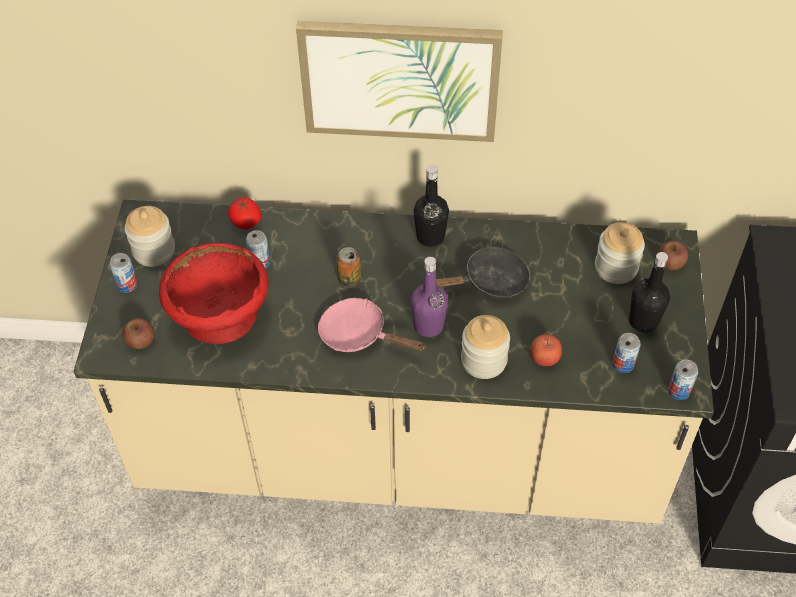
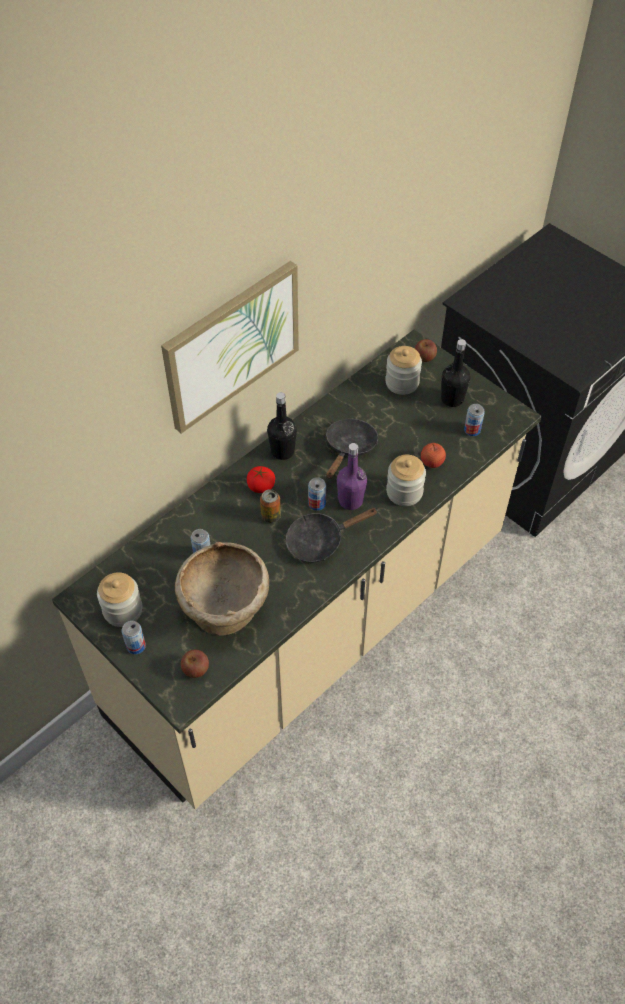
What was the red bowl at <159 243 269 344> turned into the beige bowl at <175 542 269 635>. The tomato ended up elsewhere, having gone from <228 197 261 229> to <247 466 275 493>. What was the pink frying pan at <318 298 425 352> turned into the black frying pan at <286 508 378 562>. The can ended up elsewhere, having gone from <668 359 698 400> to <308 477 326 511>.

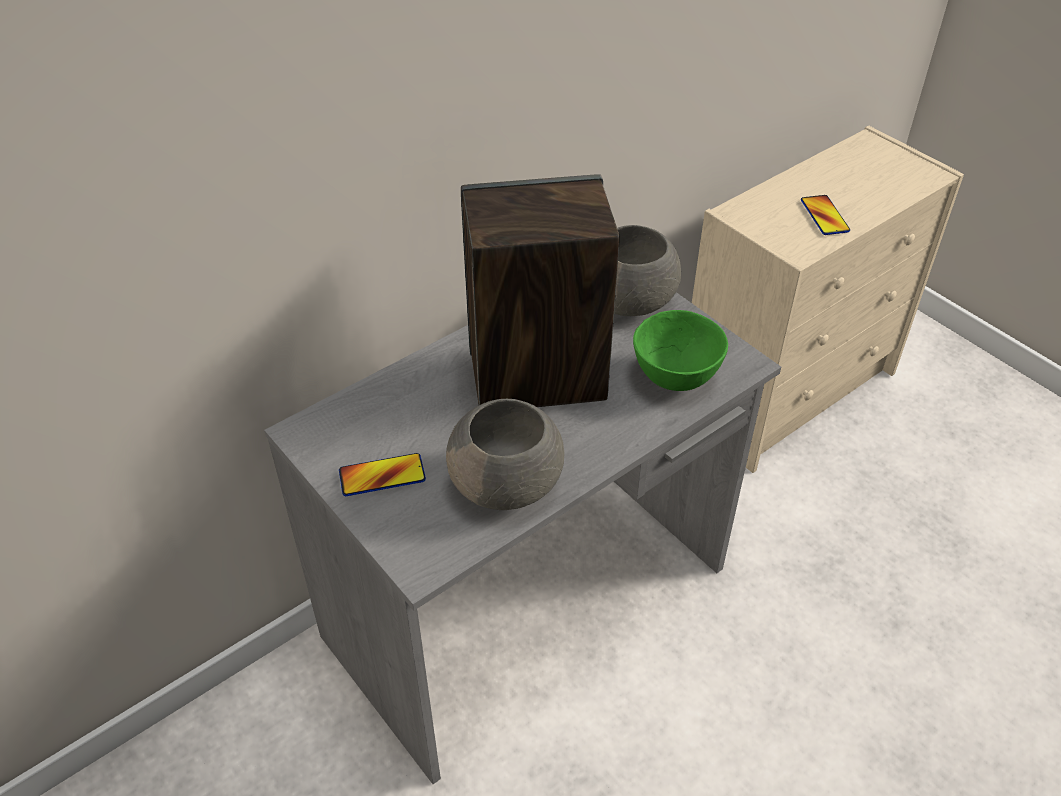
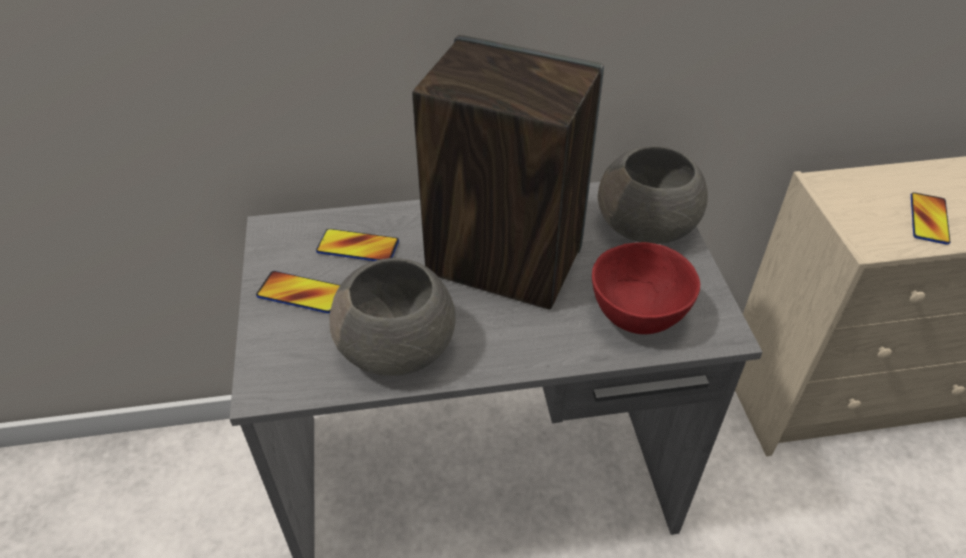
What was the green bowl at <633 310 728 391> turned into the red bowl at <592 242 700 334>. The second view gained the phone at <316 229 399 261>.

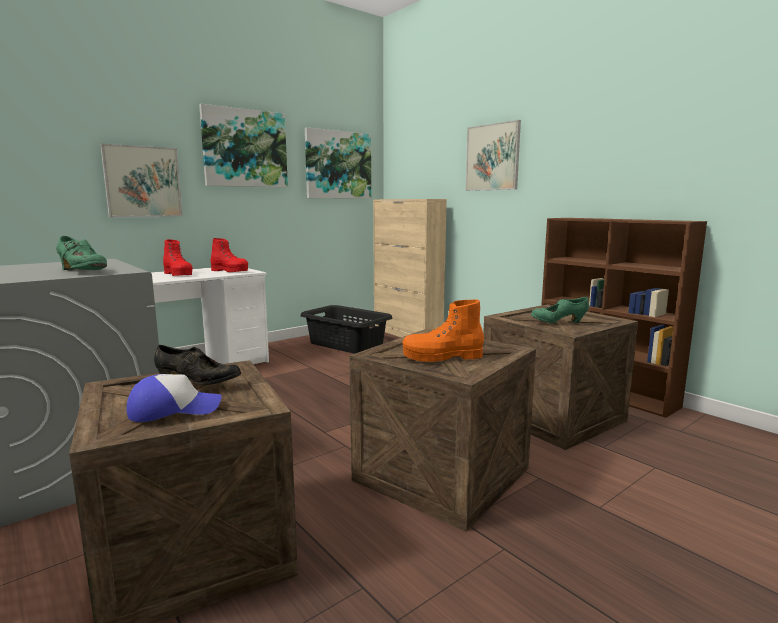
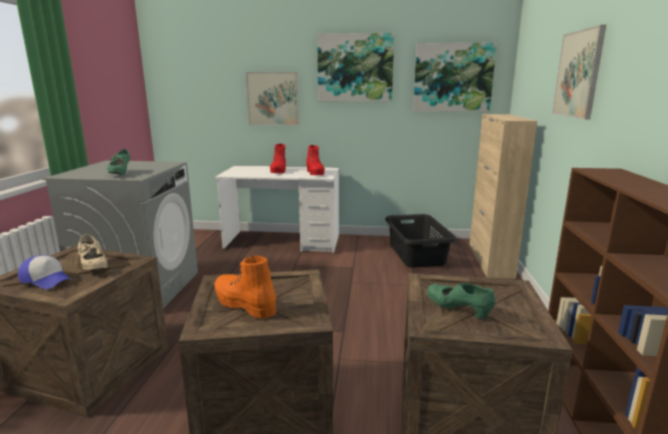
What was the black shoe at <154 345 241 385> turned into the beige shoe at <78 234 108 270>.

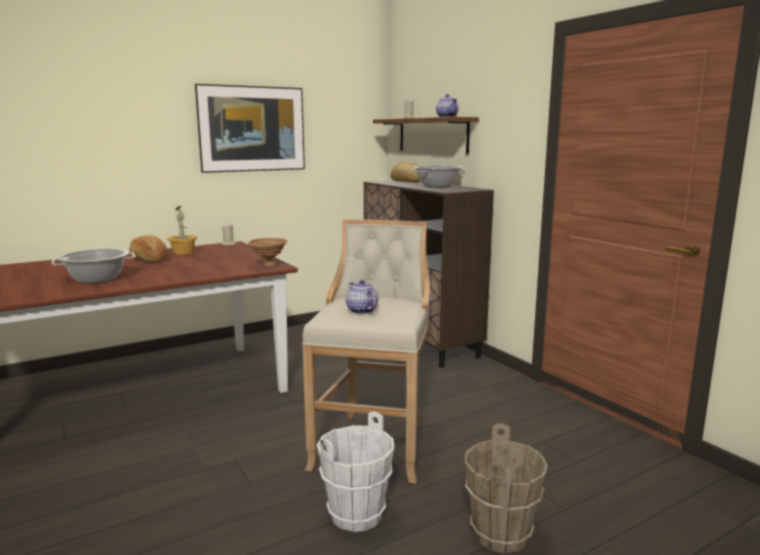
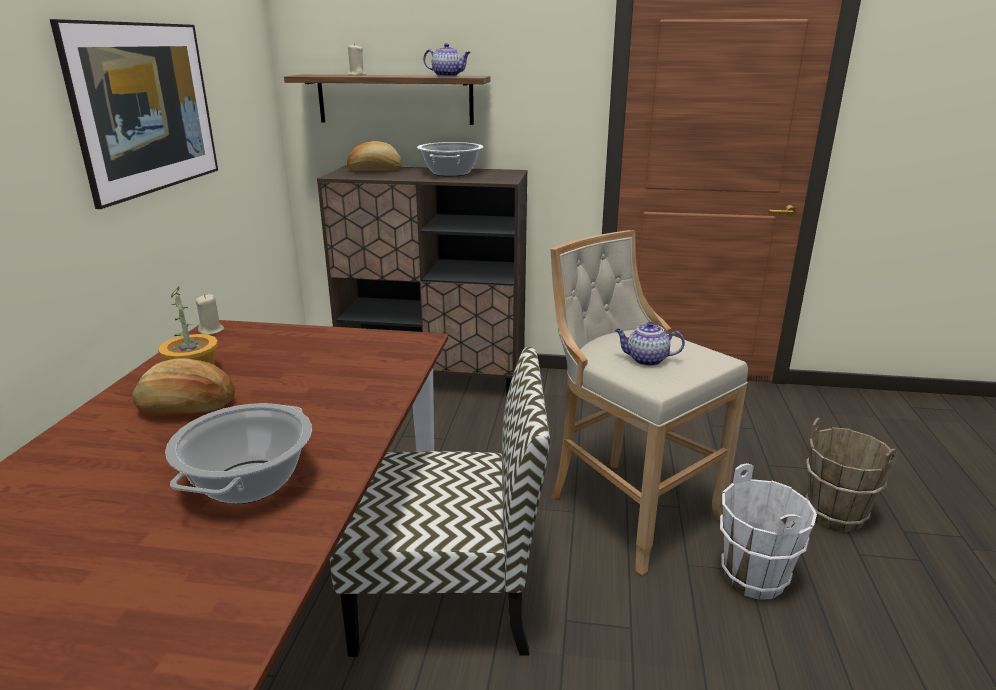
The second view lost the brown bowl at <248 238 288 267>. The second view gained the chair at <330 347 550 657>.

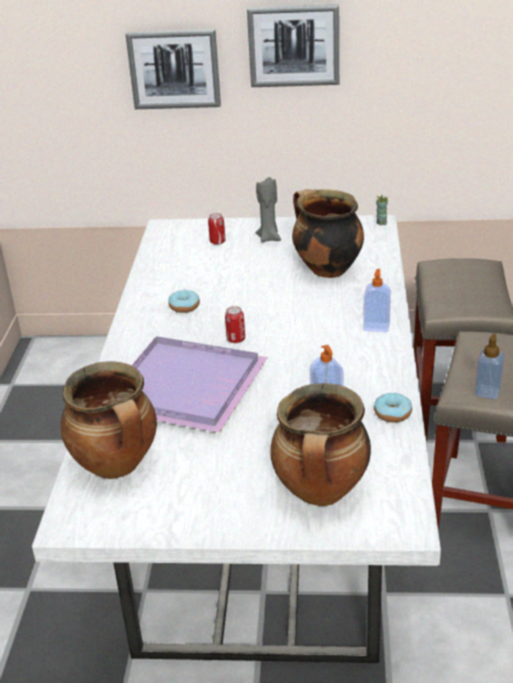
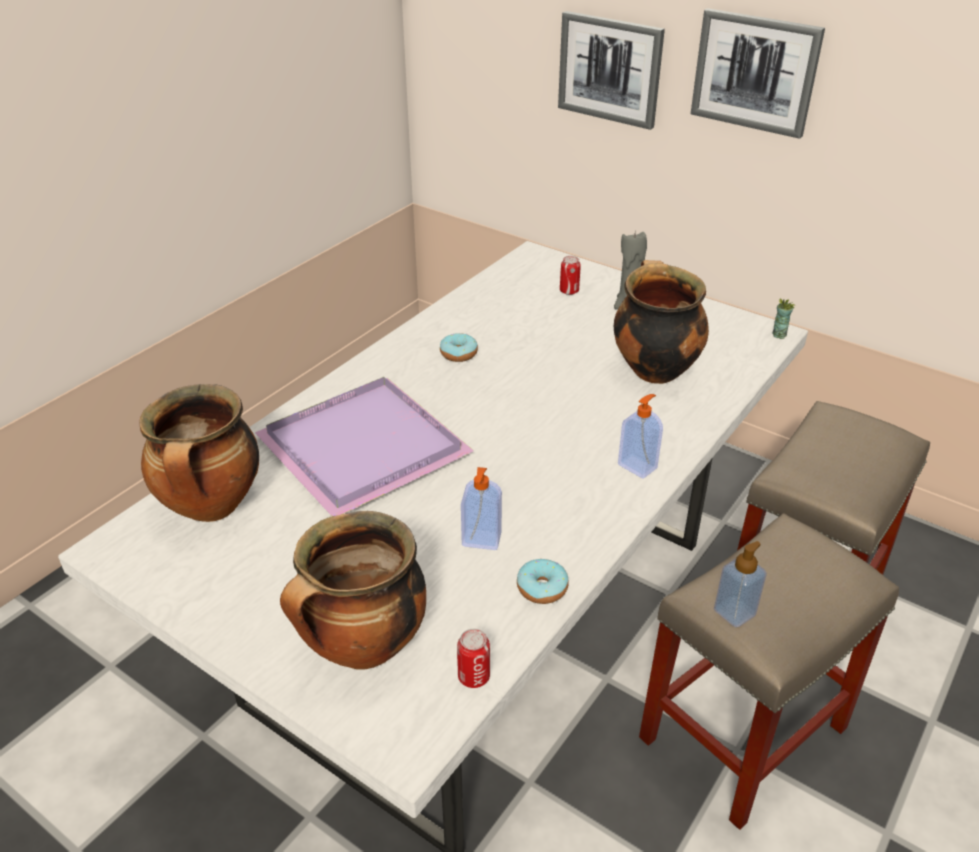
The can ended up elsewhere, having gone from <225 306 245 343> to <457 629 490 688>.

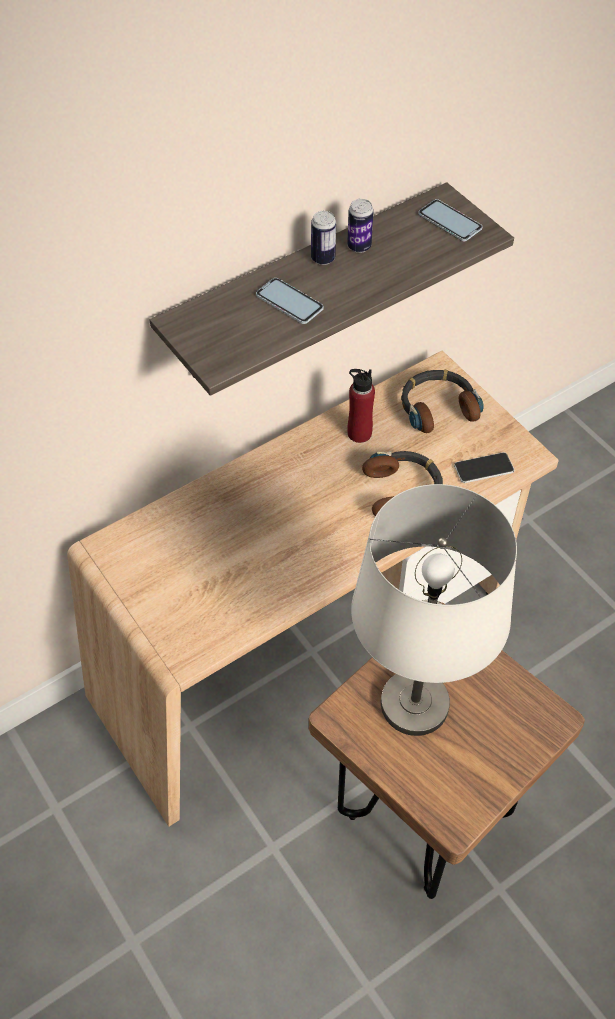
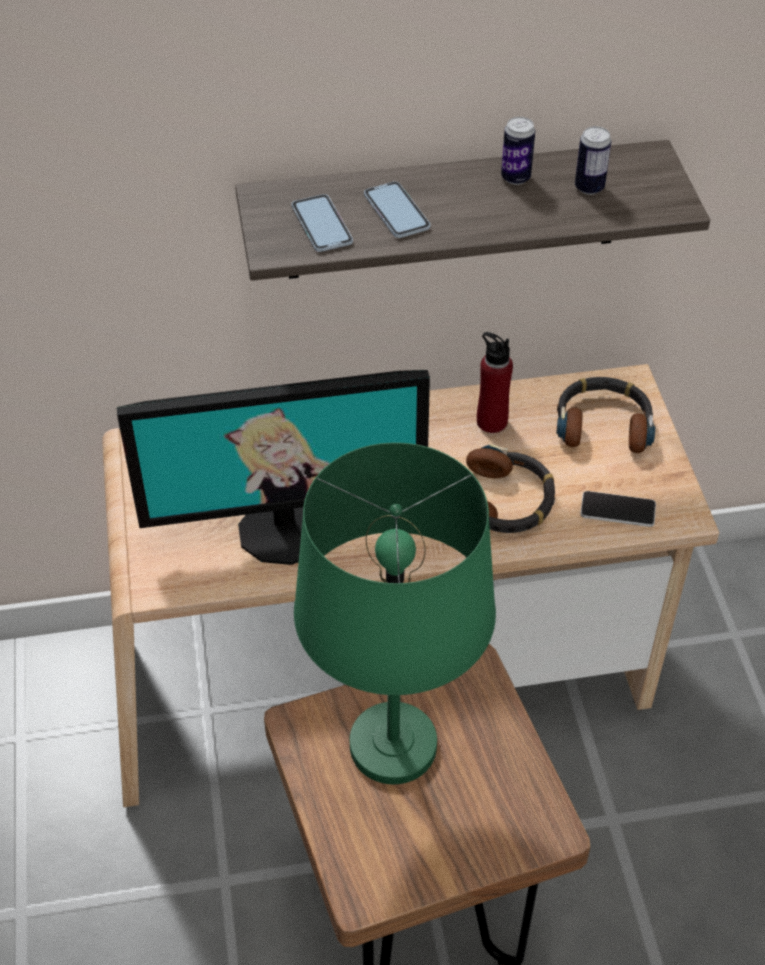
The can ended up elsewhere, having gone from <311 211 336 265> to <575 126 611 195>. What was the white table lamp at <351 484 517 736> turned into the green table lamp at <294 443 496 784>. The phone ended up elsewhere, having gone from <418 199 483 241> to <292 194 353 252>. The second view gained the monitor at <117 370 430 565>.

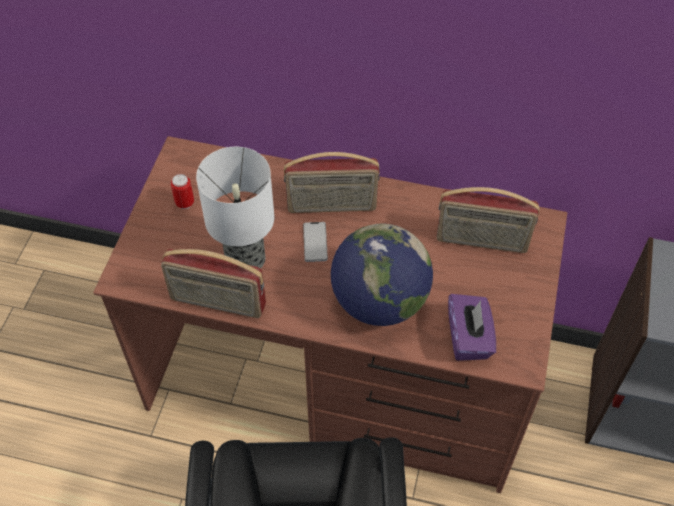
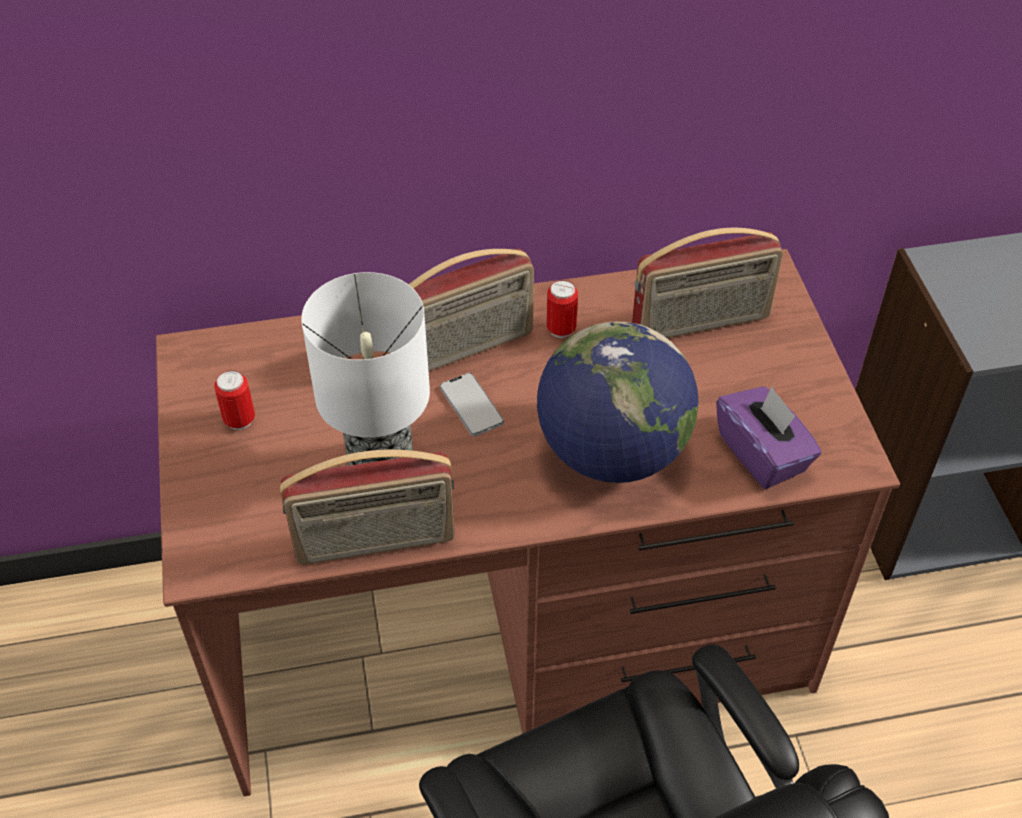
The second view gained the can at <546 280 578 338>.

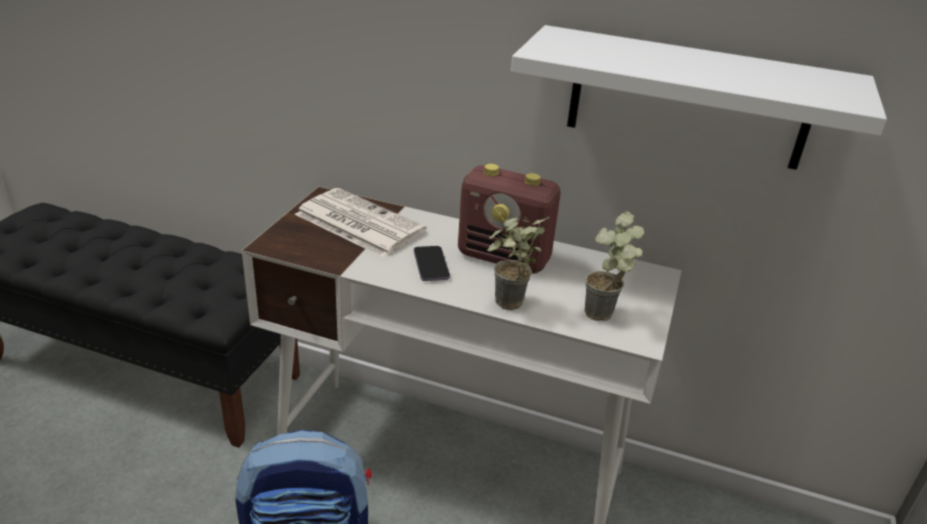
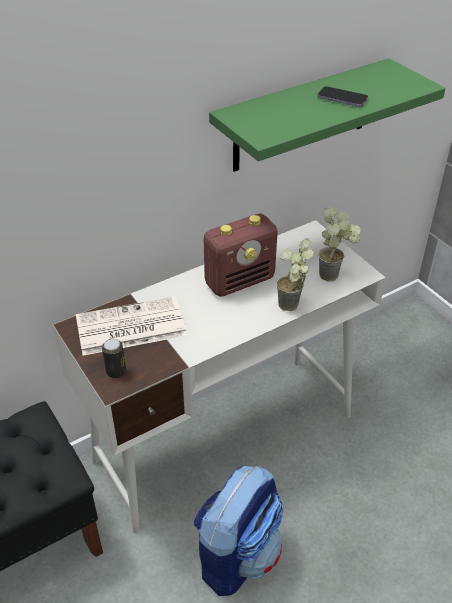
The phone ended up elsewhere, having gone from <414 246 450 281> to <317 86 368 107>. What was the white shelf at <511 25 887 170> turned into the green shelf at <209 58 446 172>. The second view gained the can at <102 339 126 378>.

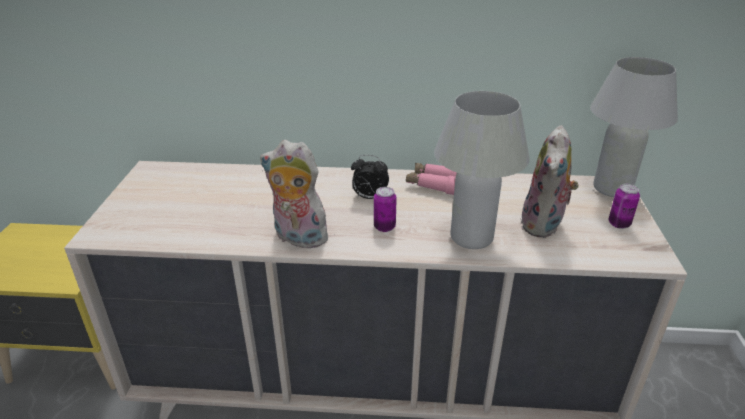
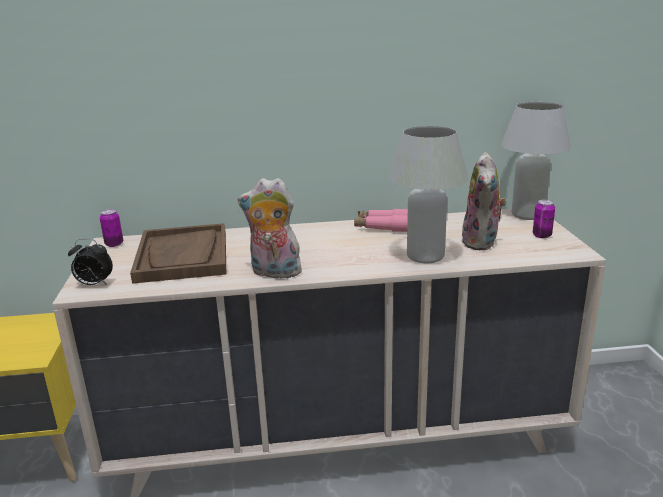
The alarm clock ended up elsewhere, having gone from <351 155 389 199> to <68 239 113 286>. The can ended up elsewhere, having gone from <374 187 397 232> to <100 209 123 247>. The second view gained the brown tray at <130 223 226 284>.

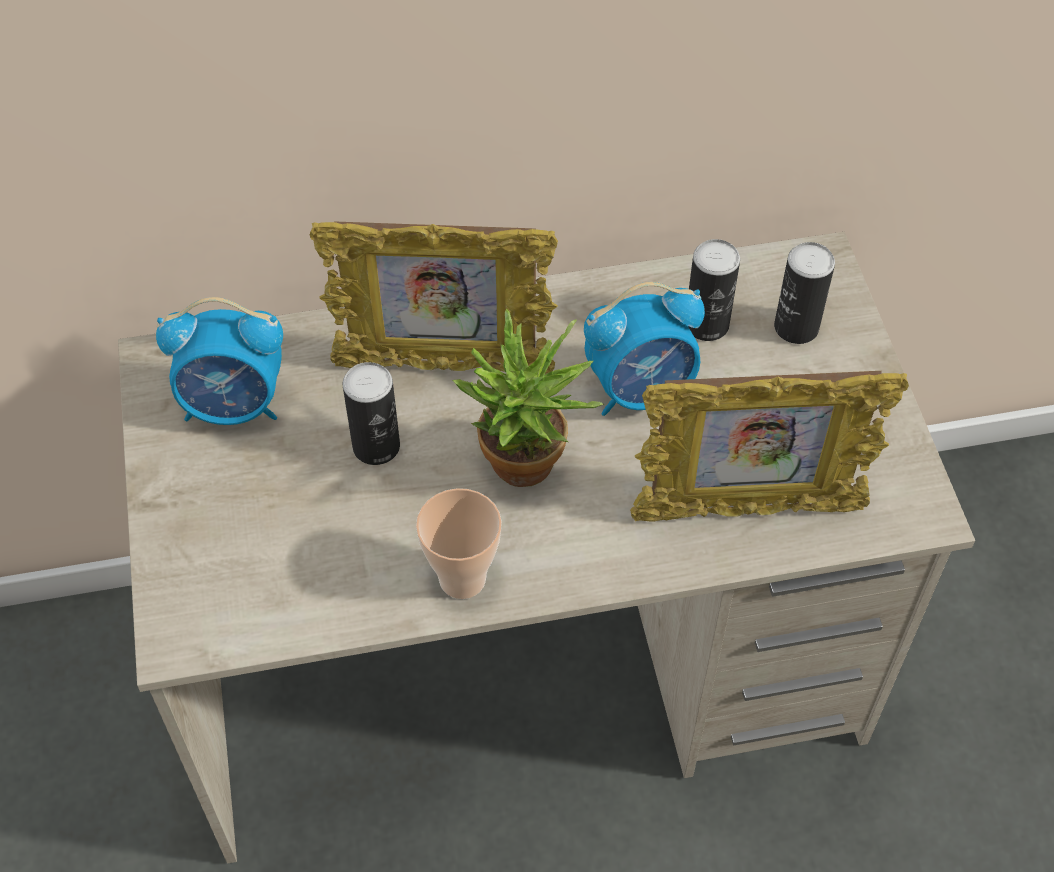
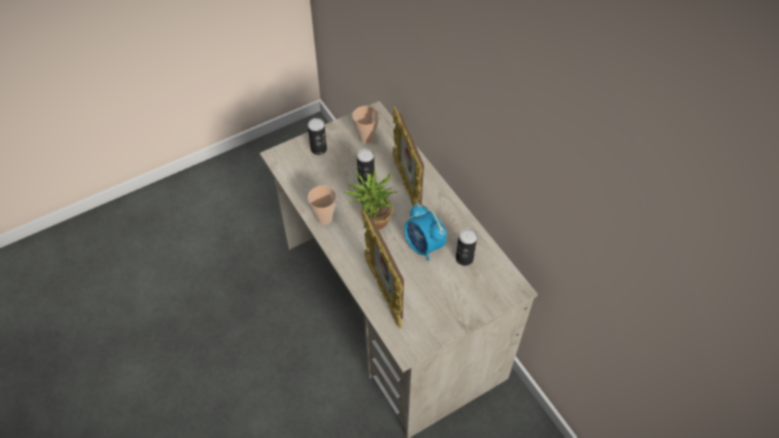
Where the alarm clock stood at <156 297 283 425>, the cup came to stand at <352 106 379 144>. The can ended up elsewhere, having gone from <774 242 835 344> to <308 118 327 155>.

